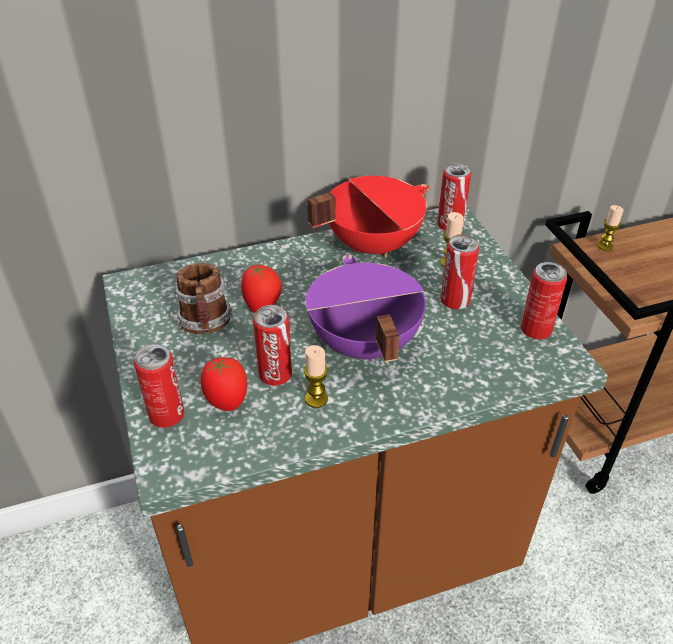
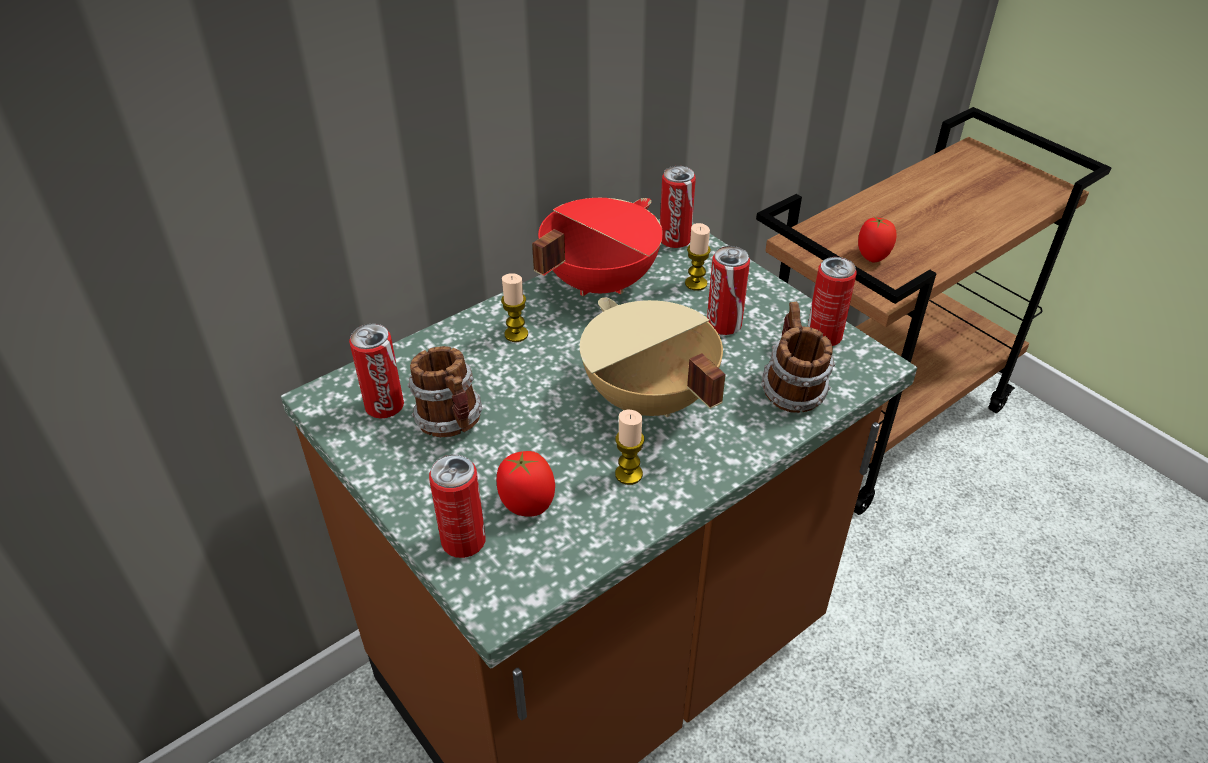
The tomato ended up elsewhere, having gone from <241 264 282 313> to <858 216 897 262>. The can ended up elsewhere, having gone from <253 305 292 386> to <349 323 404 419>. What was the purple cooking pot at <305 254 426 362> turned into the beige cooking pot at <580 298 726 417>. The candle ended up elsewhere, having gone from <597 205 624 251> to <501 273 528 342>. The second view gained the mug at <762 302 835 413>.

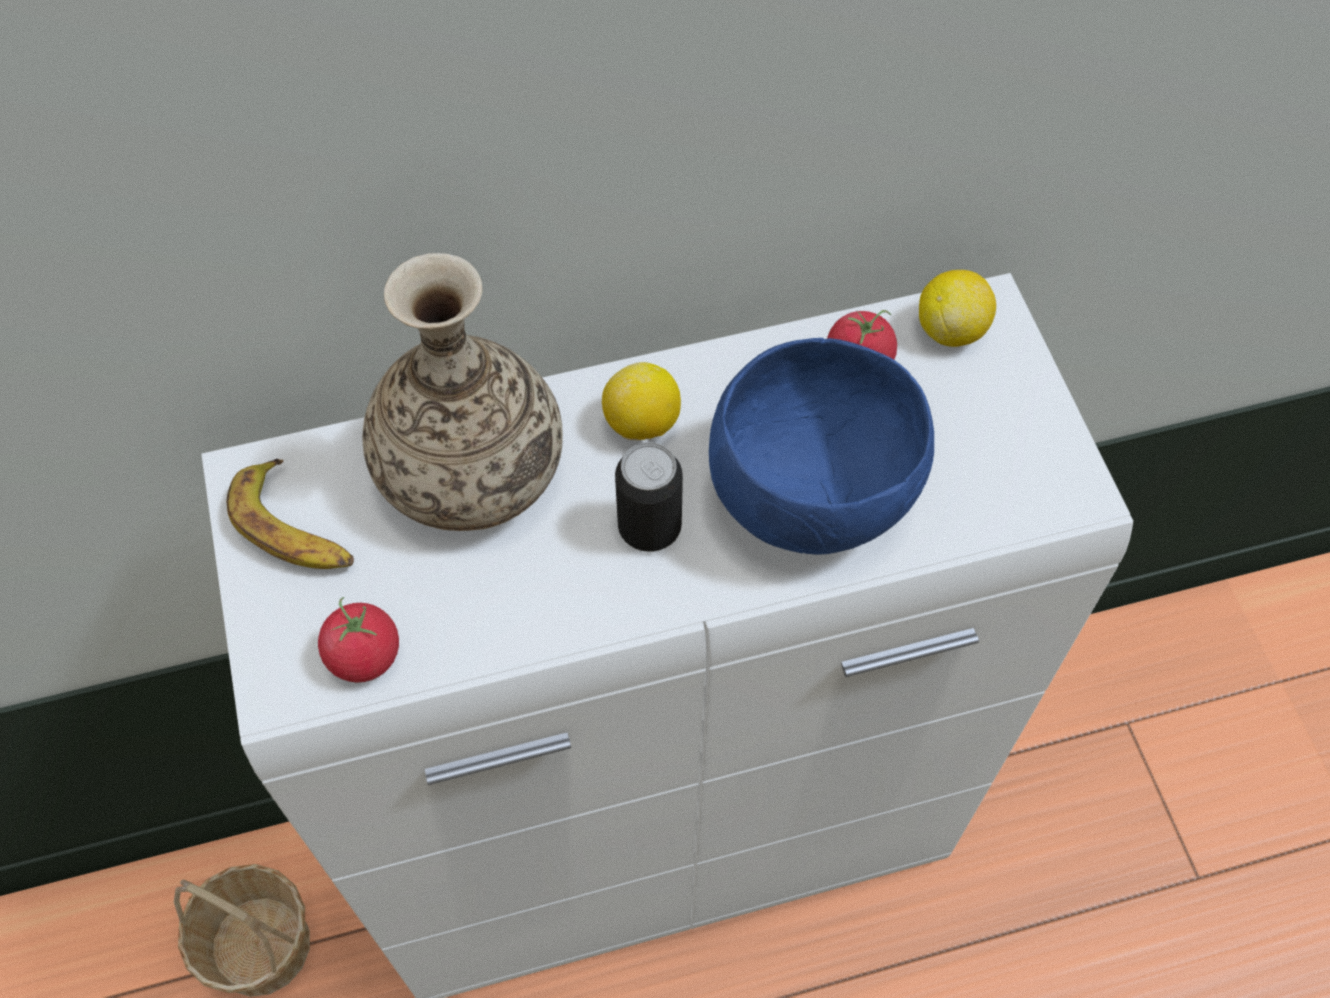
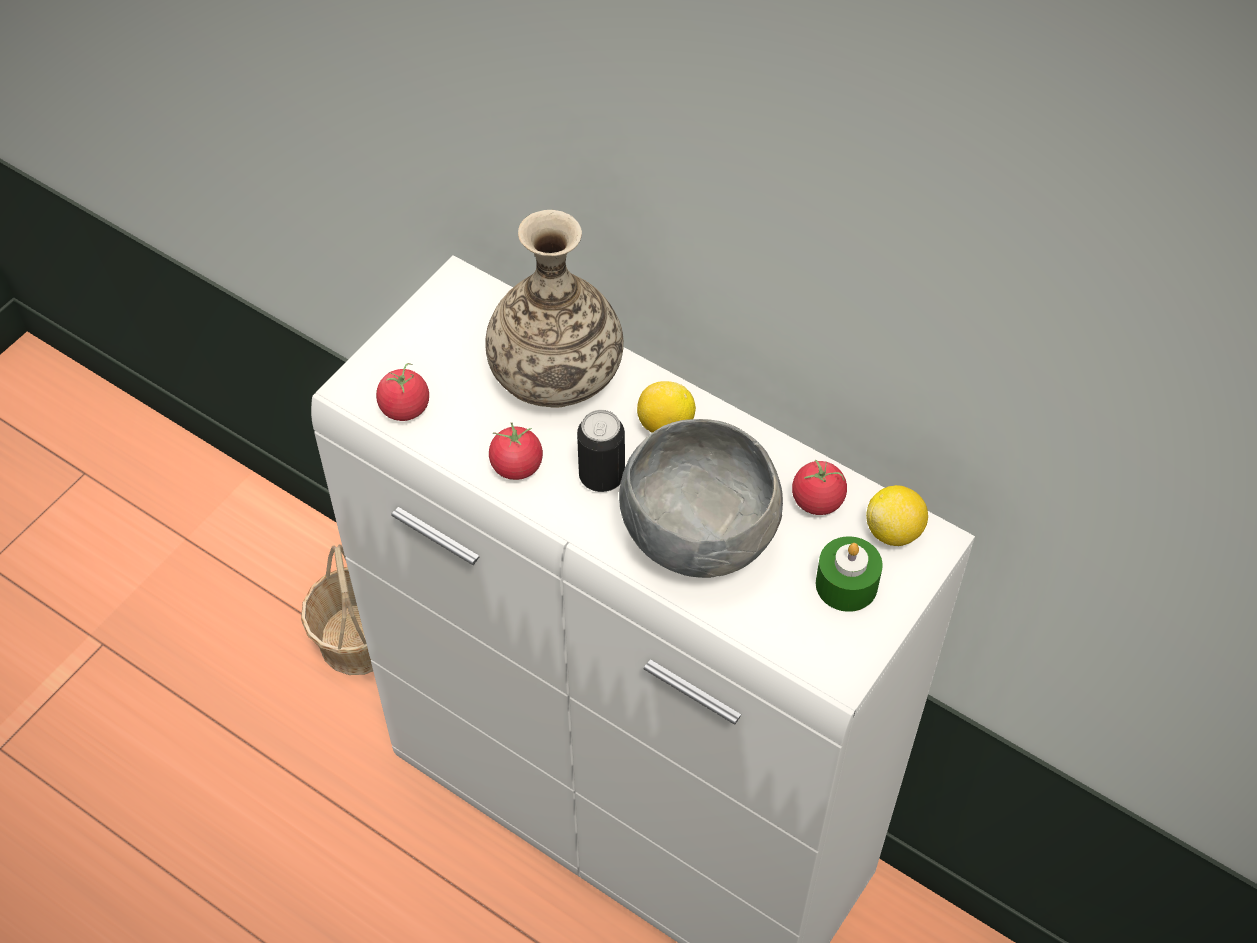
The second view lost the banana at <227 458 354 569>. What was the blue bowl at <709 338 934 555> turned into the grey bowl at <619 419 783 578>. The second view gained the tomato at <489 422 543 480>. The second view gained the green candle at <816 536 883 612>.

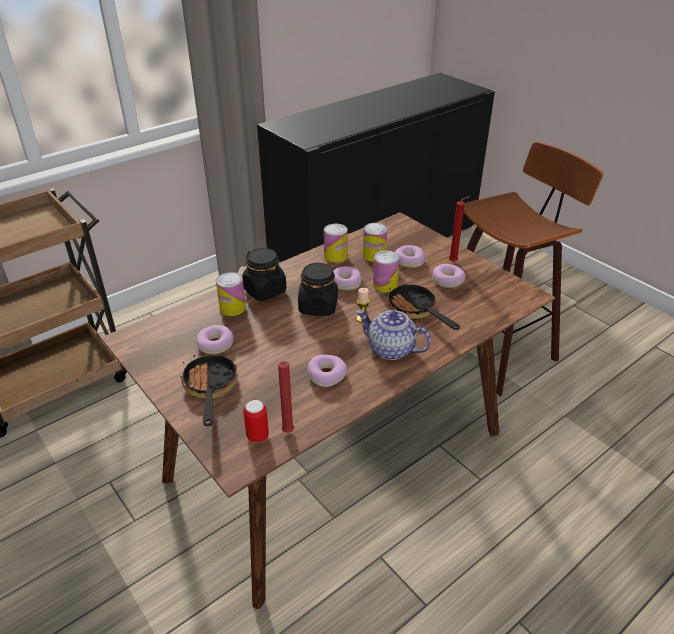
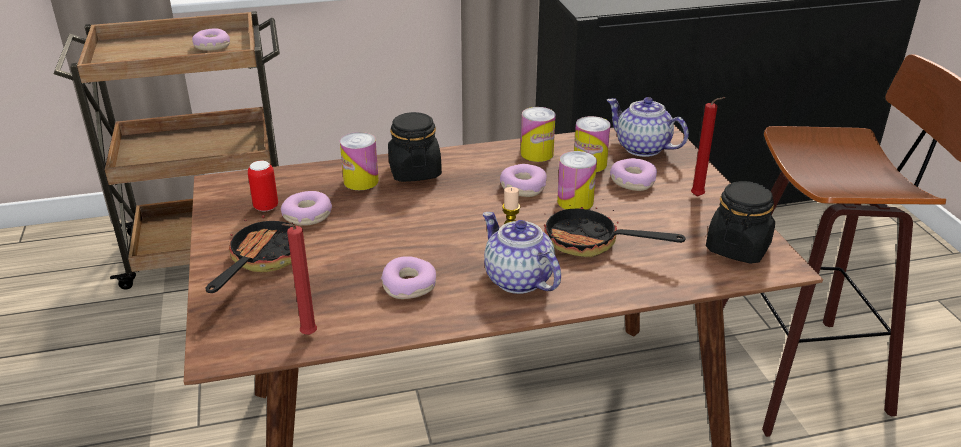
The can ended up elsewhere, having gone from <243 400 269 443> to <248 161 278 212>. The black jar ended up elsewhere, having gone from <298 263 338 316> to <706 181 775 264>. The frying pan at <386 281 460 330> ended up facing another way, 60 degrees counterclockwise from before. The donut ended up elsewhere, having gone from <432 264 465 288> to <192 28 230 51>. The second view gained the teapot at <607 97 689 157>.

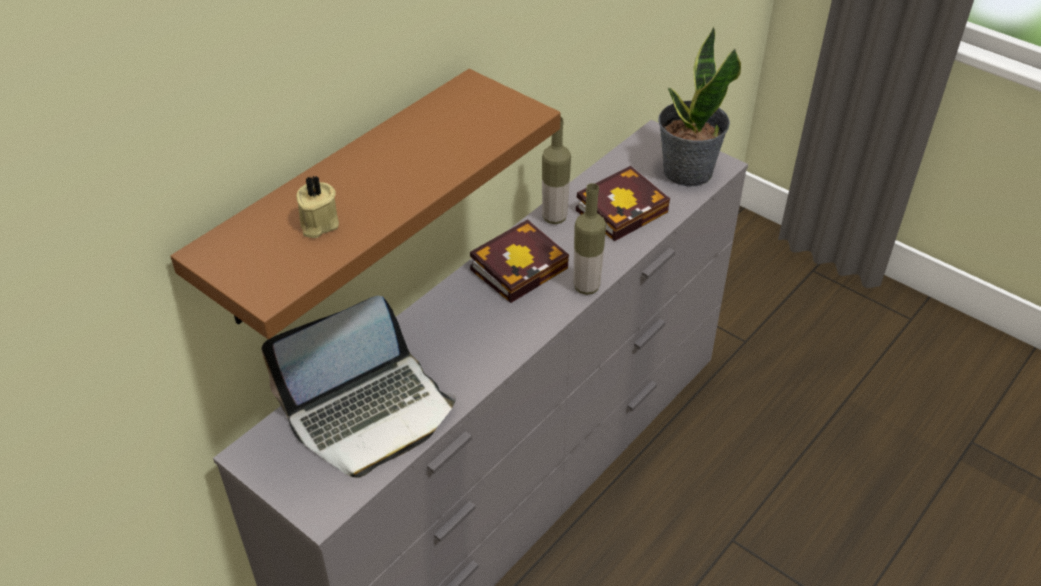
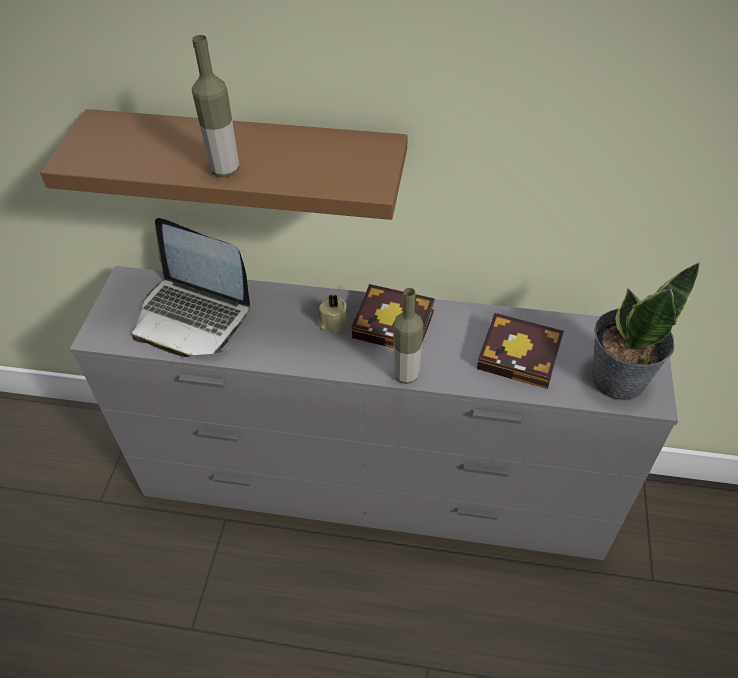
The beige candle ended up elsewhere, having gone from <296 175 339 238> to <318 295 348 333>. The bottle ended up elsewhere, having gone from <542 117 571 224> to <192 35 239 177>.

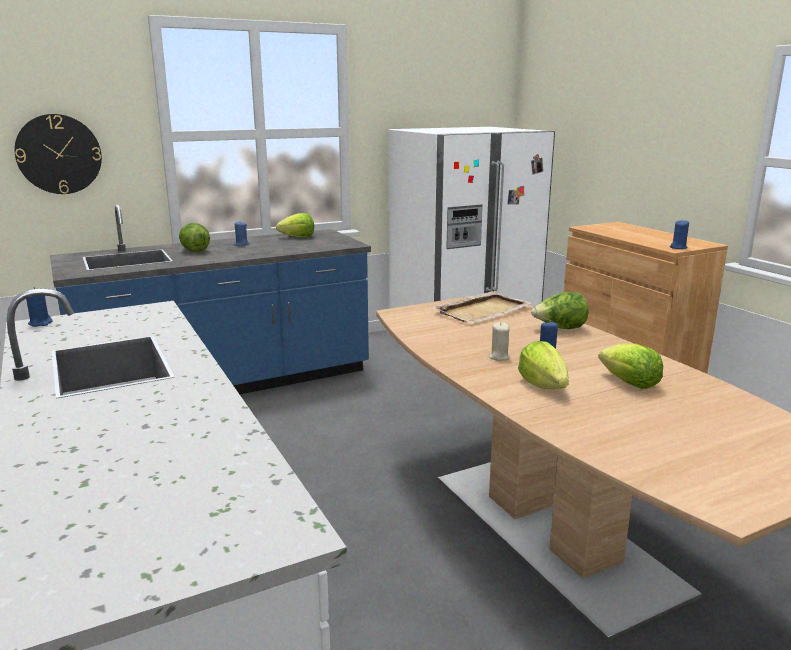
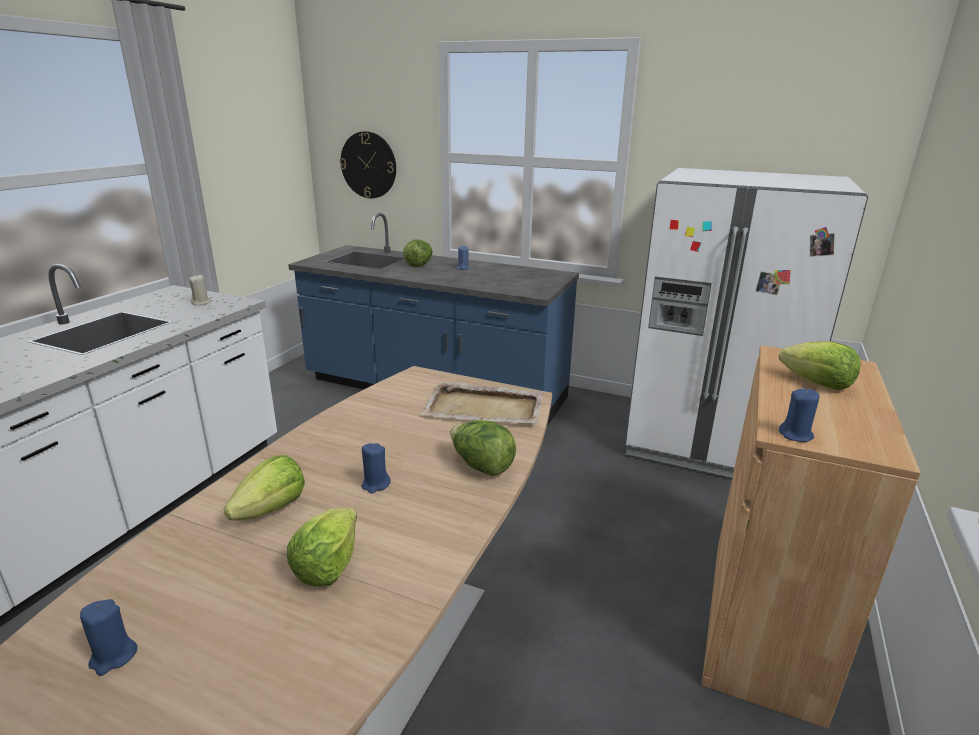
The blue candle ended up elsewhere, having gone from <26 287 52 327> to <80 599 137 676>. The lettuce ended up elsewhere, having gone from <276 213 314 237> to <779 341 861 390>. The beige candle ended up elsewhere, having gone from <489 322 509 361> to <189 274 211 305>.

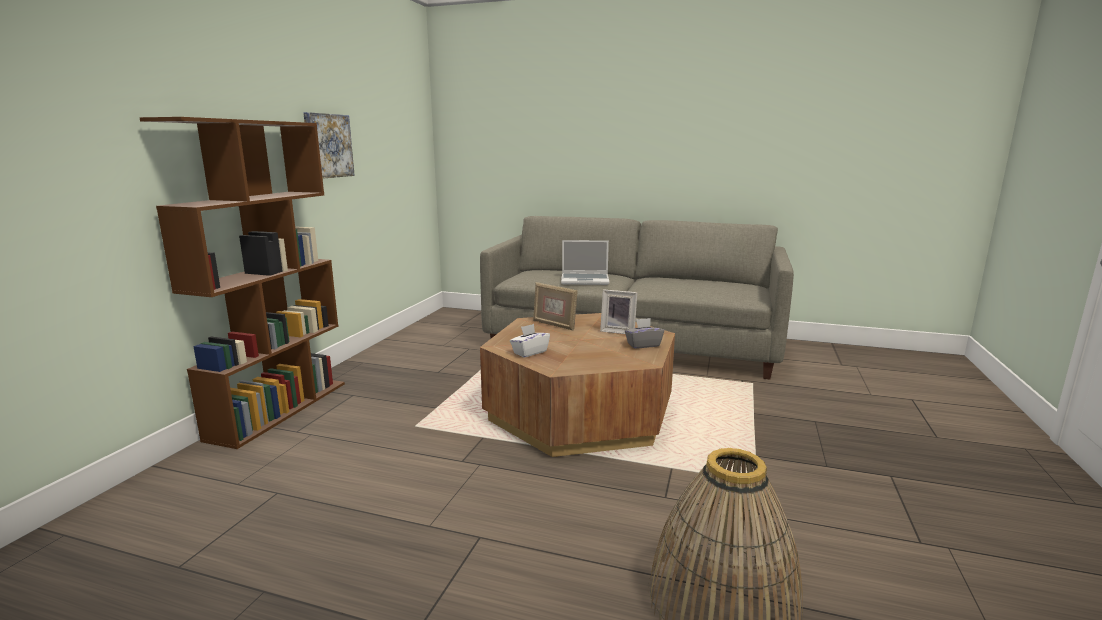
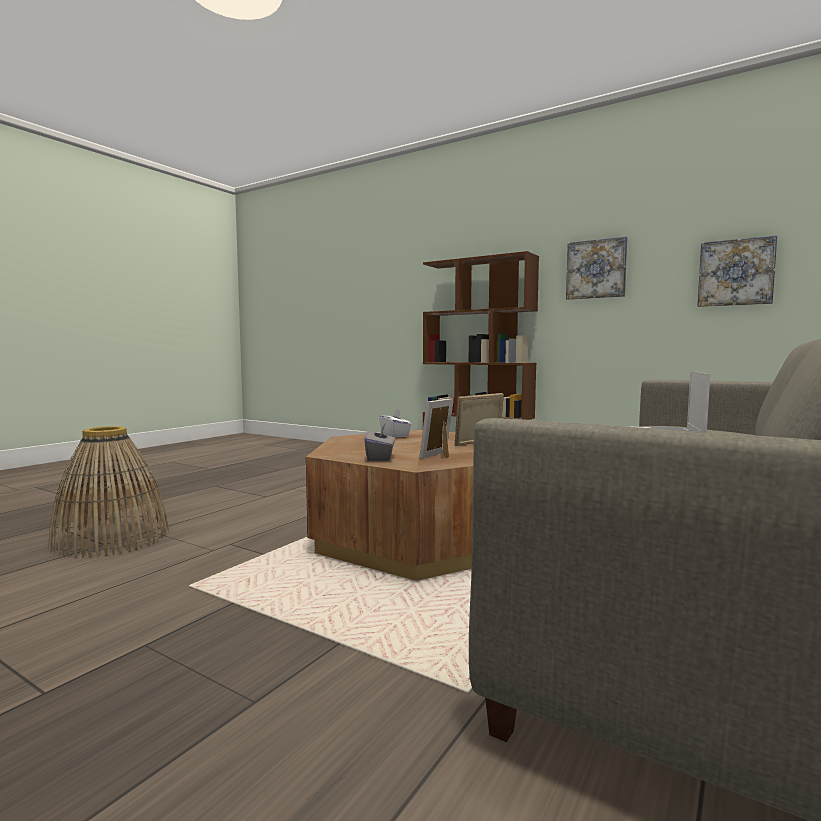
The second view gained the picture at <697 235 777 307>.

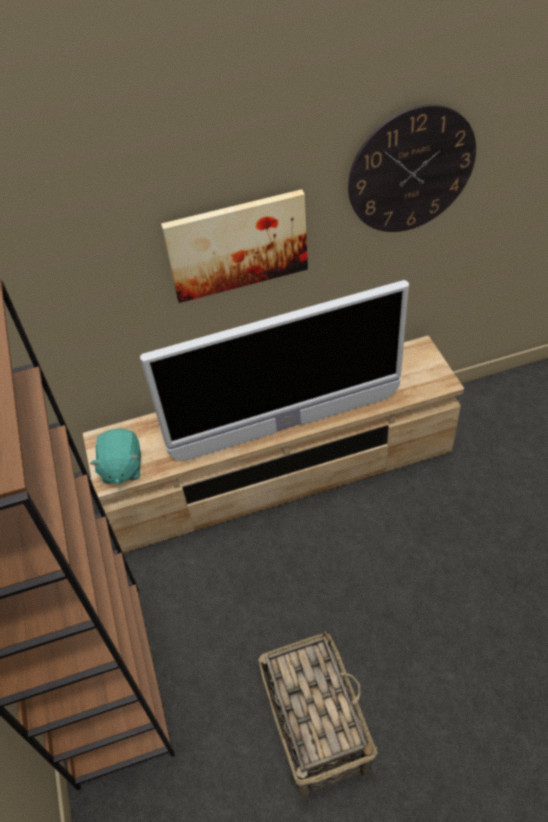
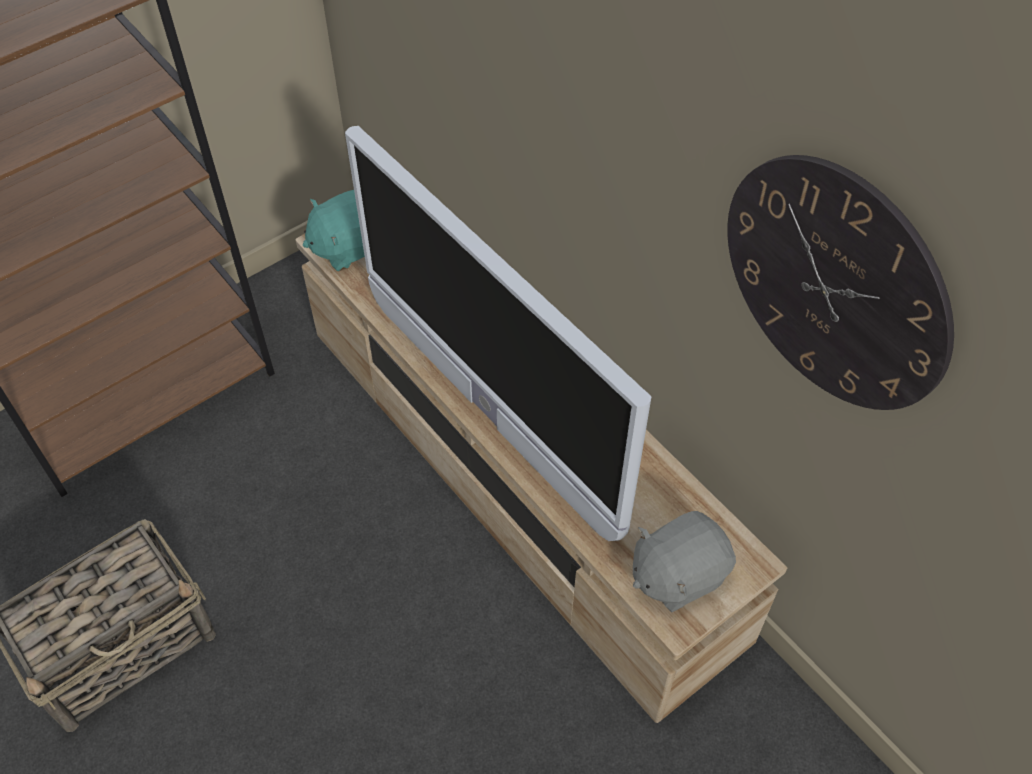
The second view lost the picture at <161 189 308 303>. The second view gained the grey plush toy at <633 511 736 612>.

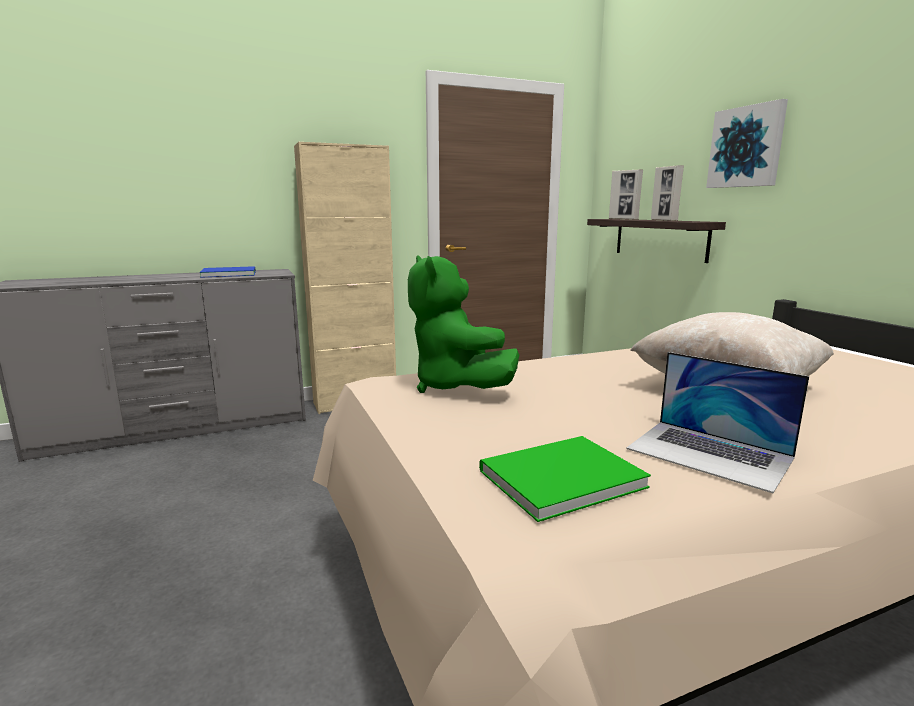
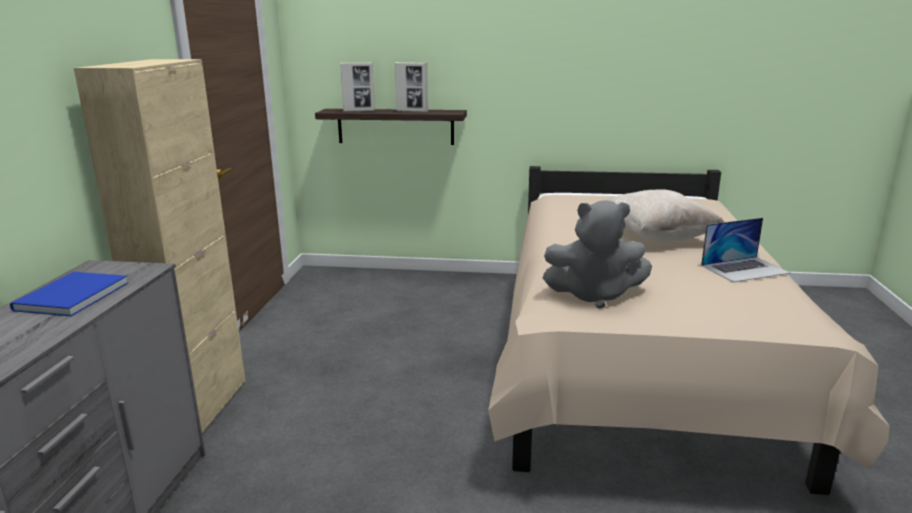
What was the green plush toy at <408 255 519 393> turned into the grey plush toy at <543 200 652 309>. The second view lost the green book at <479 436 651 522>. The second view lost the picture at <706 99 788 188>.

